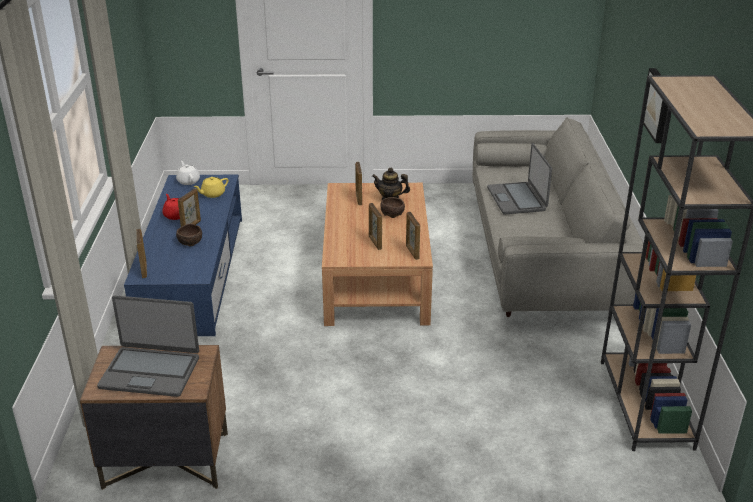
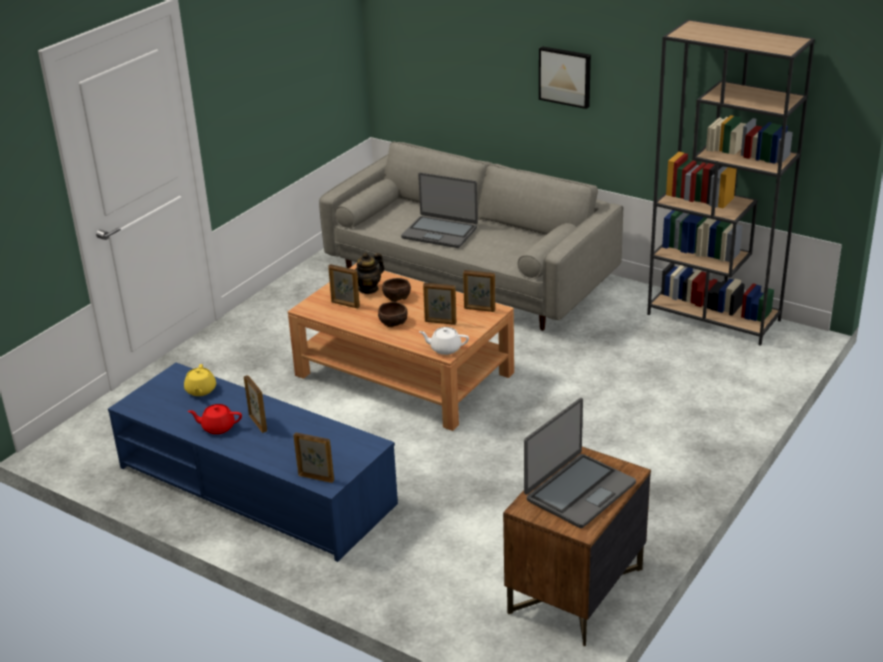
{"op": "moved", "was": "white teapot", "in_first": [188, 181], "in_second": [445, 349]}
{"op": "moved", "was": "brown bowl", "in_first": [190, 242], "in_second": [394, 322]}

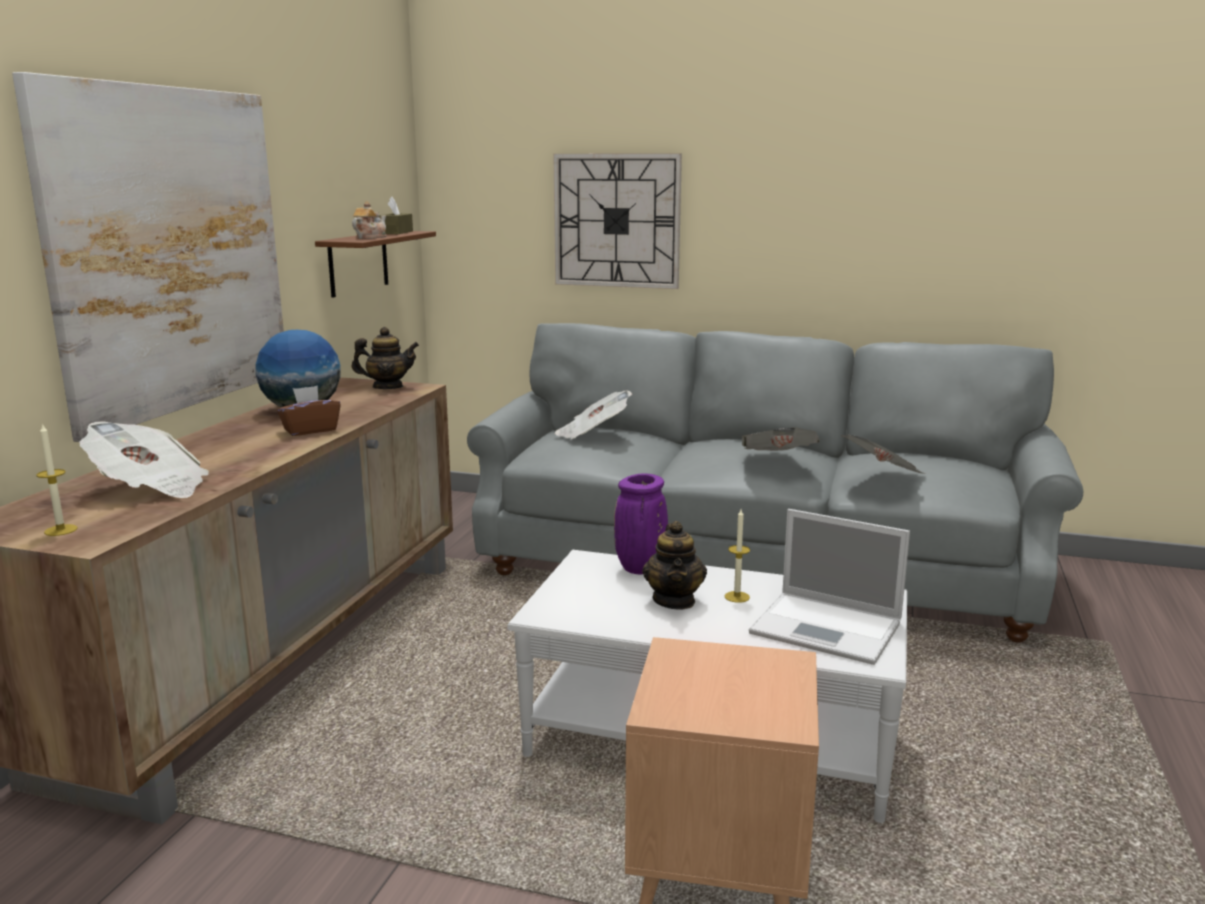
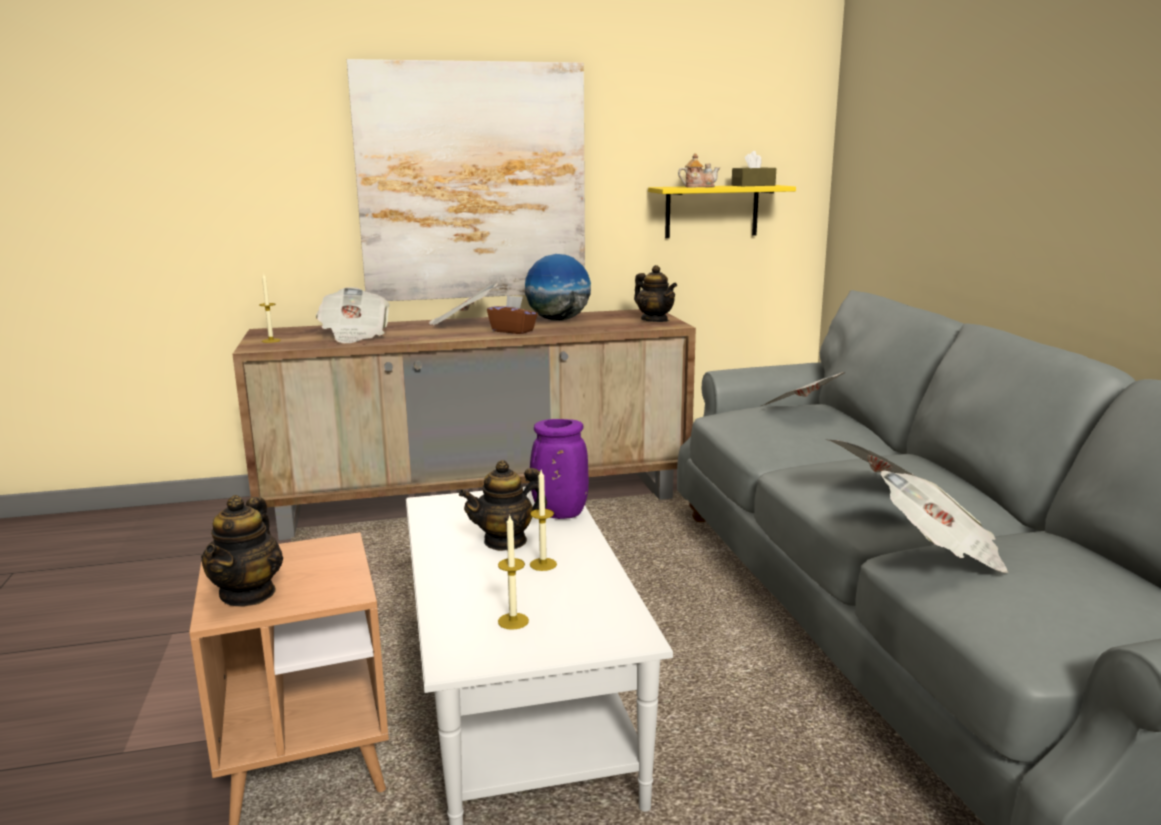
{"op": "removed", "was": "wall clock", "in_first": [617, 221]}
{"op": "recoloured", "was": "brown shelf", "now": "yellow shelf", "in_first": [358, 263], "in_second": [711, 211]}
{"op": "replaced", "was": "laptop", "now": "candle", "in_first": [829, 628], "in_second": [513, 621]}
{"op": "added", "now": "newspaper", "in_second": [462, 324]}
{"op": "added", "now": "teapot", "in_second": [248, 593]}

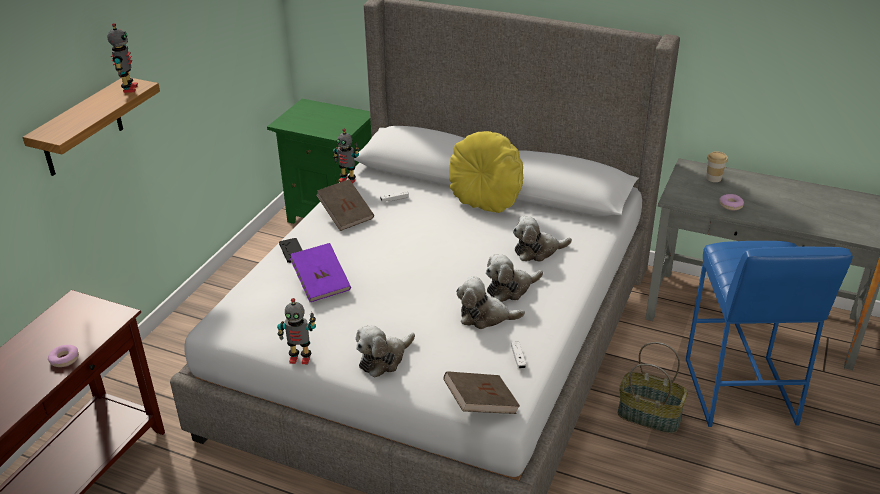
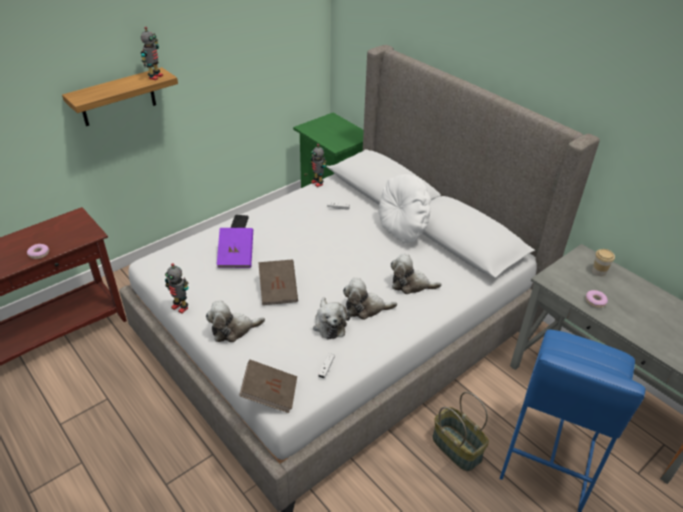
{"op": "recoloured", "was": "yellow pillow", "now": "white pillow", "in_first": [485, 203], "in_second": [402, 232]}
{"op": "moved", "was": "brown book", "in_first": [346, 215], "in_second": [278, 291]}
{"op": "turned", "was": "plush toy", "in_first": [485, 317], "in_second": [329, 324], "clockwise": -135}

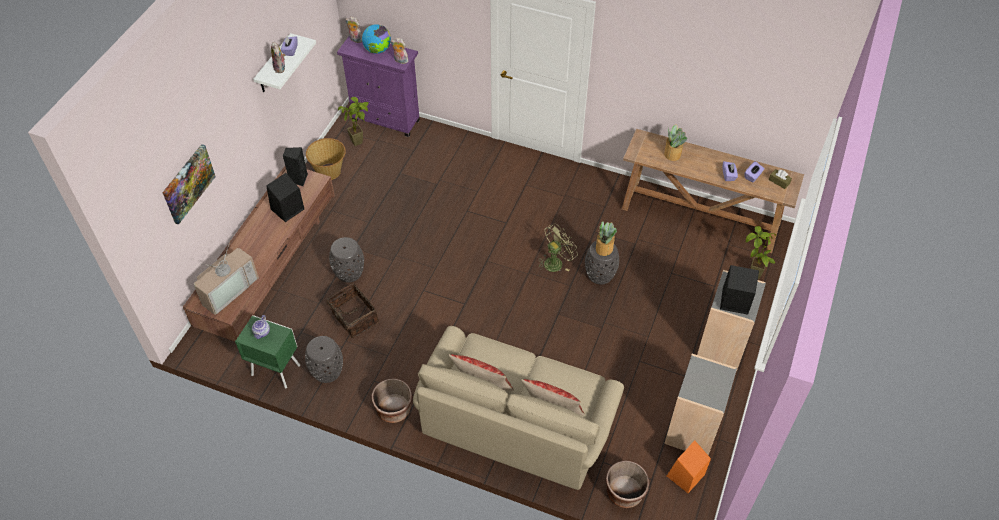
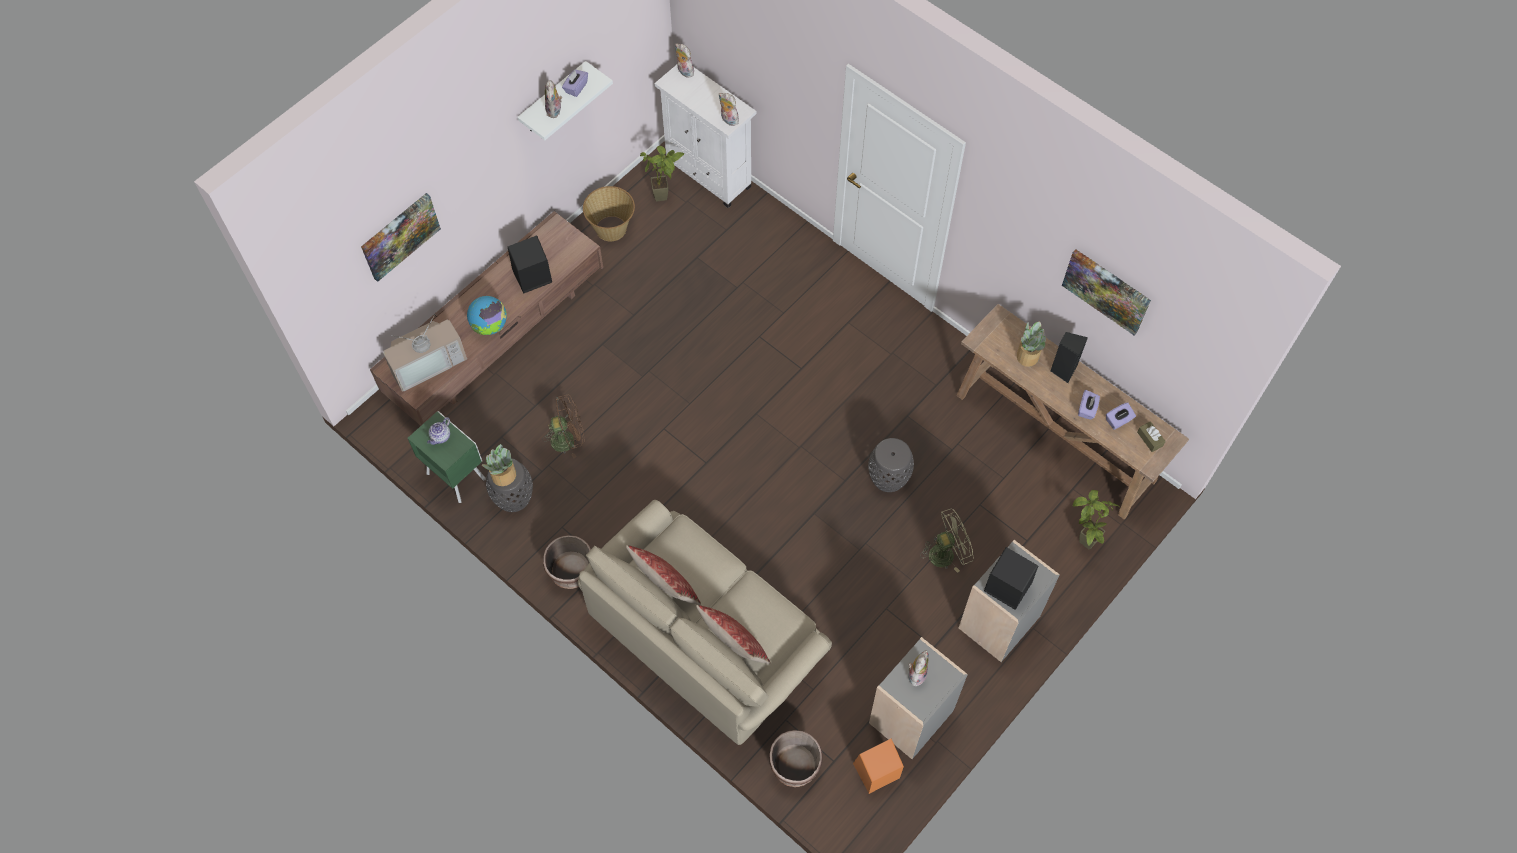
{"op": "moved", "was": "globe", "in_first": [377, 50], "in_second": [490, 326]}
{"op": "recoloured", "was": "purple cabinet", "now": "white cabinet", "in_first": [387, 120], "in_second": [710, 175]}
{"op": "moved", "was": "black speaker", "in_first": [298, 179], "in_second": [1063, 370]}
{"op": "moved", "was": "potted plant", "in_first": [604, 249], "in_second": [503, 475]}
{"op": "moved", "was": "green fan", "in_first": [556, 262], "in_second": [946, 553]}
{"op": "removed", "was": "grey stool", "in_first": [349, 272]}
{"op": "replaced", "was": "basket", "now": "brown fan", "in_first": [354, 318], "in_second": [568, 439]}
{"op": "added", "now": "picture", "in_second": [1106, 291]}
{"op": "added", "now": "plush toy", "in_second": [916, 674]}

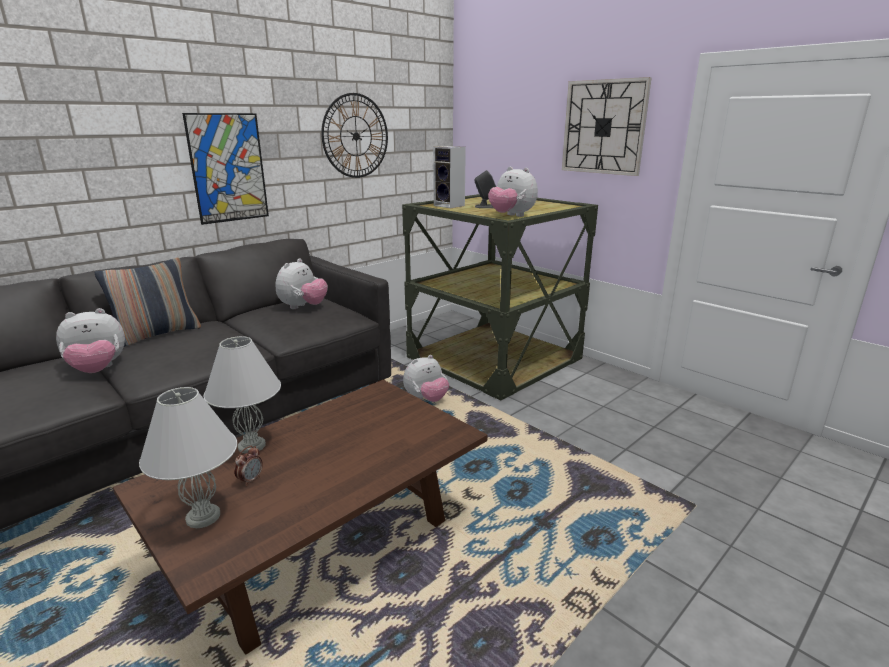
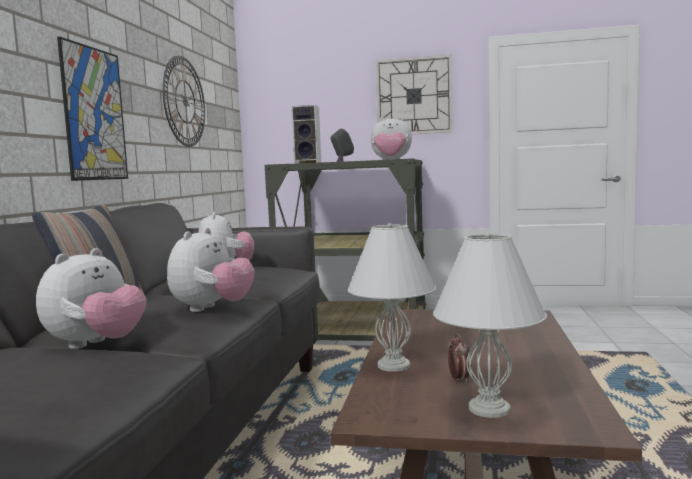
{"op": "moved", "was": "plush toy", "in_first": [426, 399], "in_second": [212, 309]}

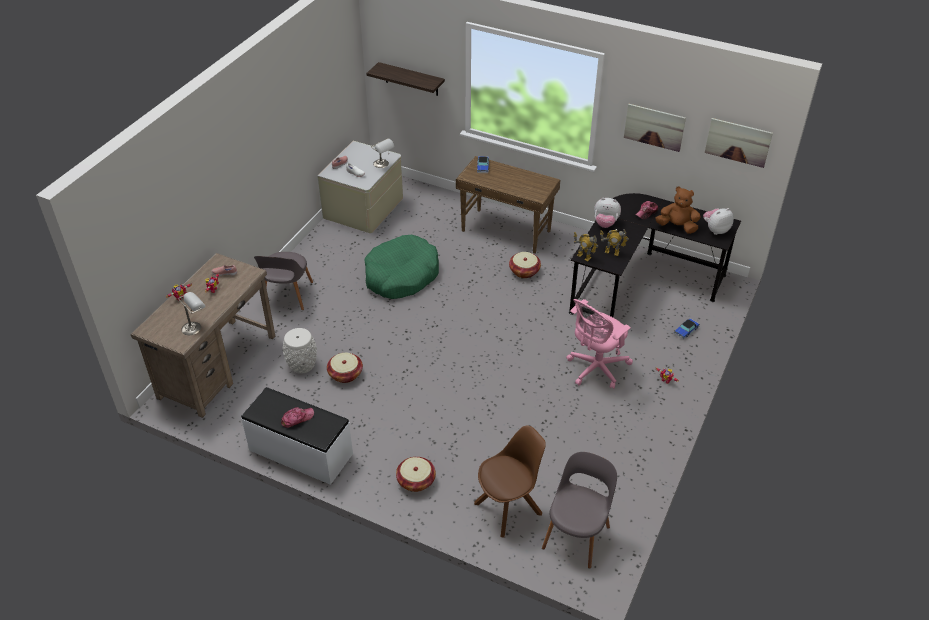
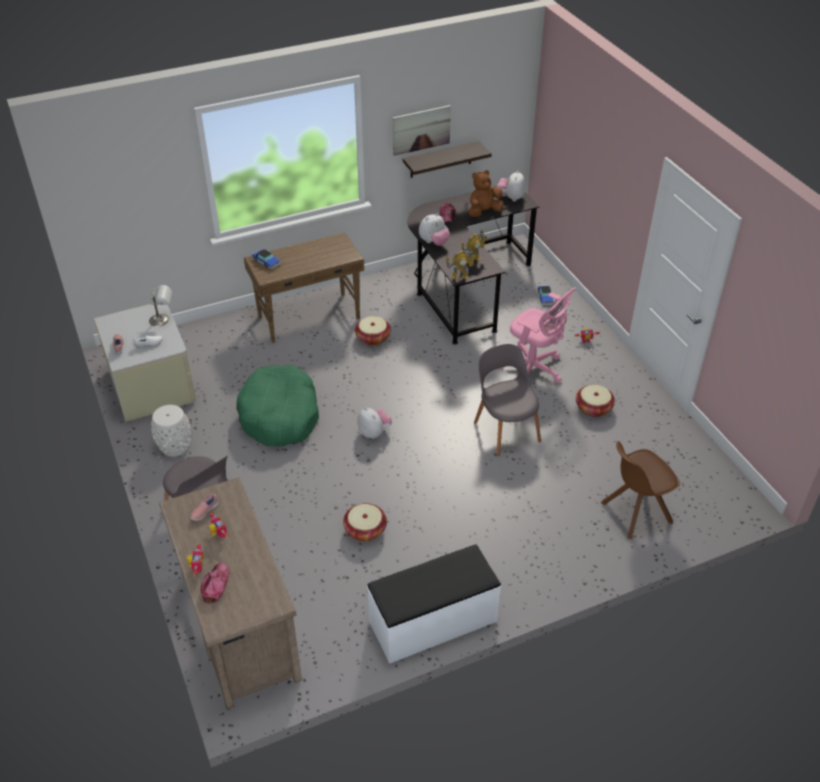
{"op": "moved", "was": "shelf", "in_first": [411, 79], "in_second": [441, 160]}
{"op": "removed", "was": "picture", "in_first": [738, 142]}
{"op": "removed", "was": "white table lamp", "in_first": [194, 326]}
{"op": "turned", "was": "pink office chair", "in_first": [595, 369], "in_second": [533, 369], "clockwise": -45}
{"op": "moved", "was": "white stool", "in_first": [302, 364], "in_second": [175, 446]}
{"op": "moved", "was": "cap", "in_first": [297, 418], "in_second": [215, 585]}
{"op": "turned", "was": "brown chair", "in_first": [509, 508], "in_second": [635, 512], "clockwise": -120}
{"op": "moved", "was": "grey chair", "in_first": [577, 534], "in_second": [506, 429]}
{"op": "moved", "was": "basket", "in_first": [416, 481], "in_second": [593, 408]}
{"op": "added", "now": "plush toy", "in_second": [374, 432]}

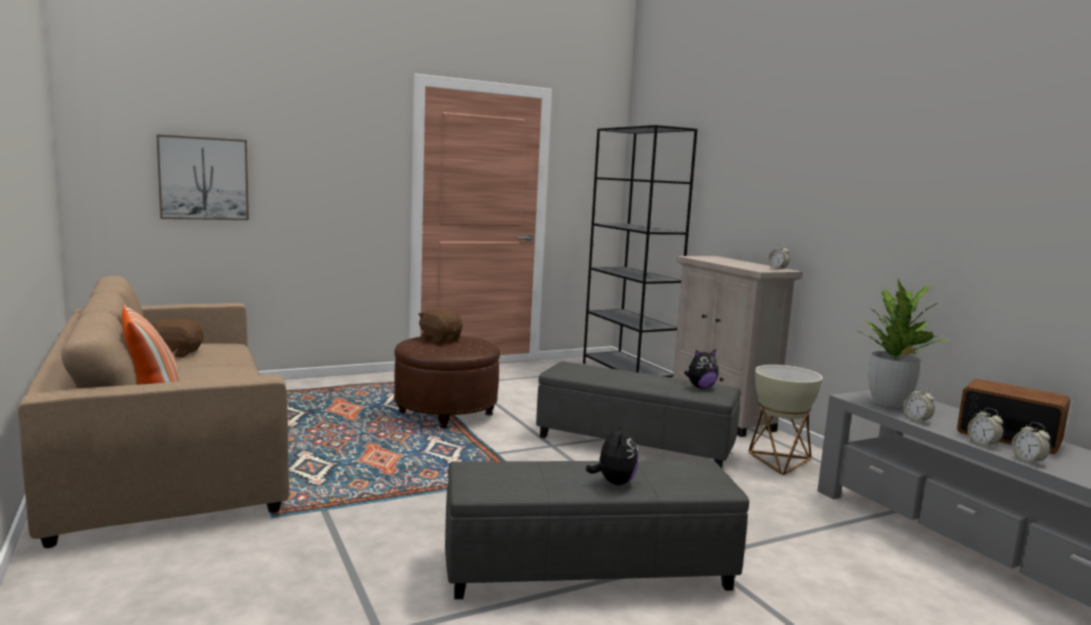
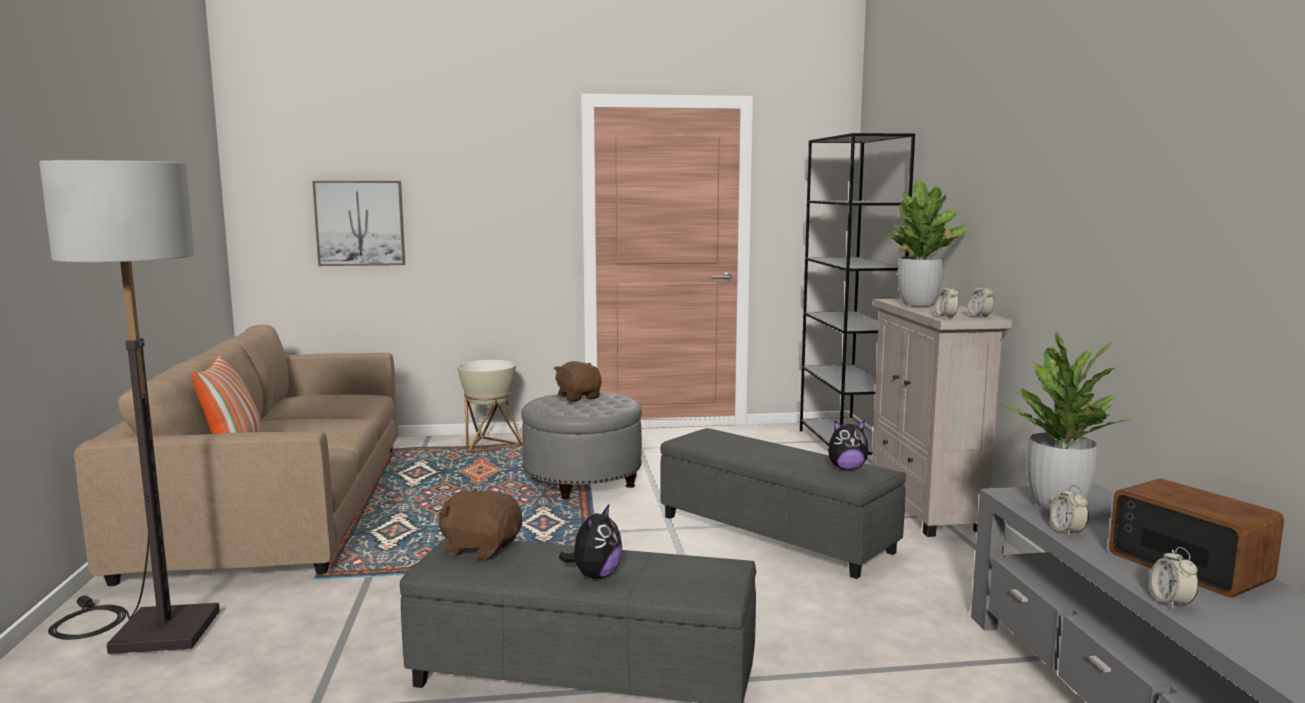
{"op": "moved", "was": "brown plush toy", "in_first": [176, 353], "in_second": [481, 548]}
{"op": "recoloured", "was": "brown ottoman", "now": "grey ottoman", "in_first": [446, 413], "in_second": [583, 482]}
{"op": "moved", "was": "planter", "in_first": [778, 461], "in_second": [490, 445]}
{"op": "moved", "was": "alarm clock", "in_first": [982, 444], "in_second": [946, 317]}
{"op": "added", "now": "floor lamp", "in_second": [143, 630]}
{"op": "added", "now": "potted plant", "in_second": [919, 304]}

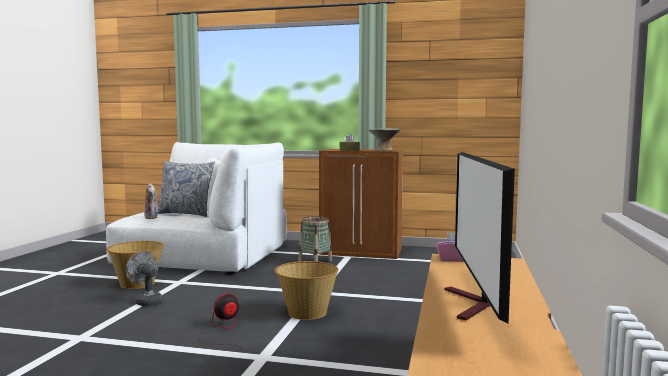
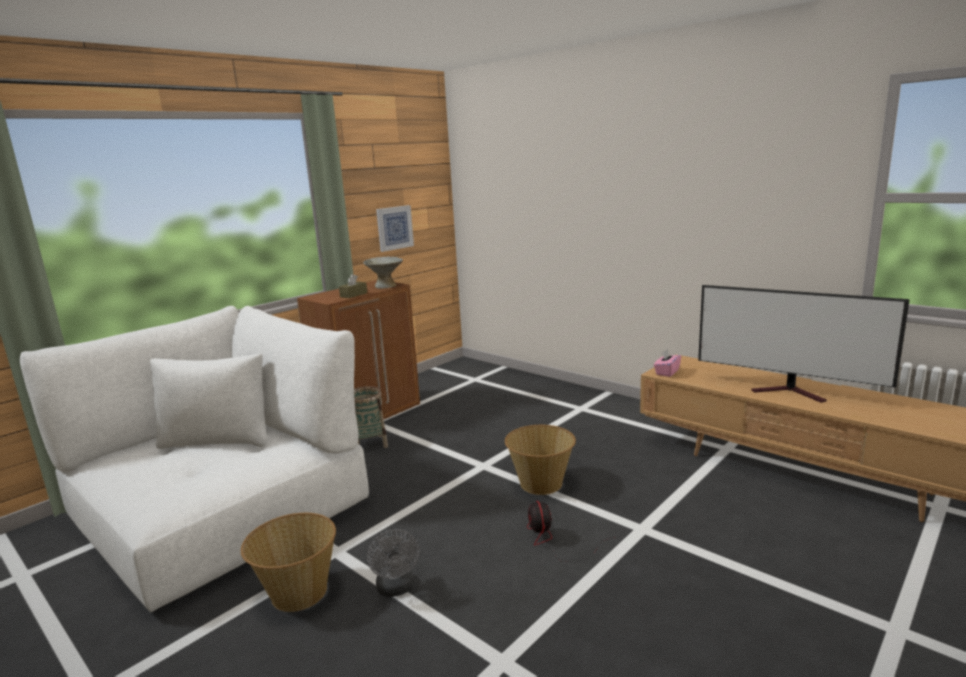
{"op": "removed", "was": "pillow", "in_first": [185, 214]}
{"op": "removed", "was": "plush toy", "in_first": [152, 217]}
{"op": "turned", "was": "grey fan", "in_first": [147, 301], "in_second": [396, 589], "clockwise": -90}
{"op": "added", "now": "picture", "in_second": [394, 228]}

